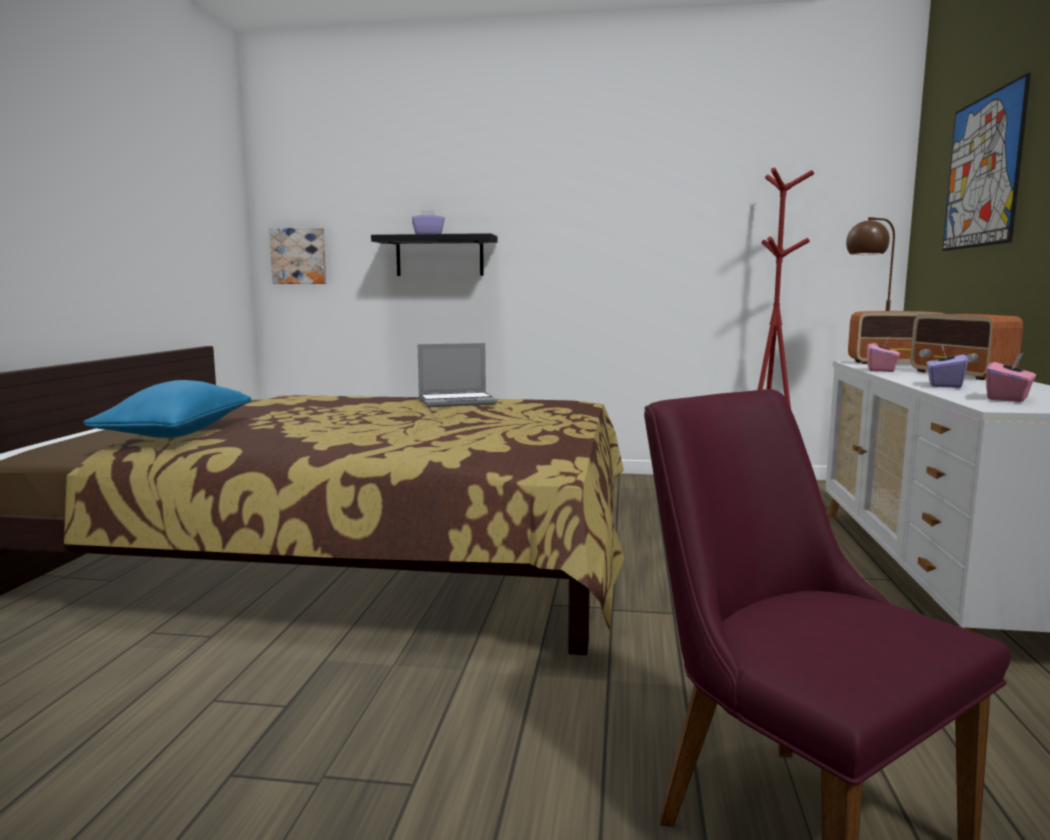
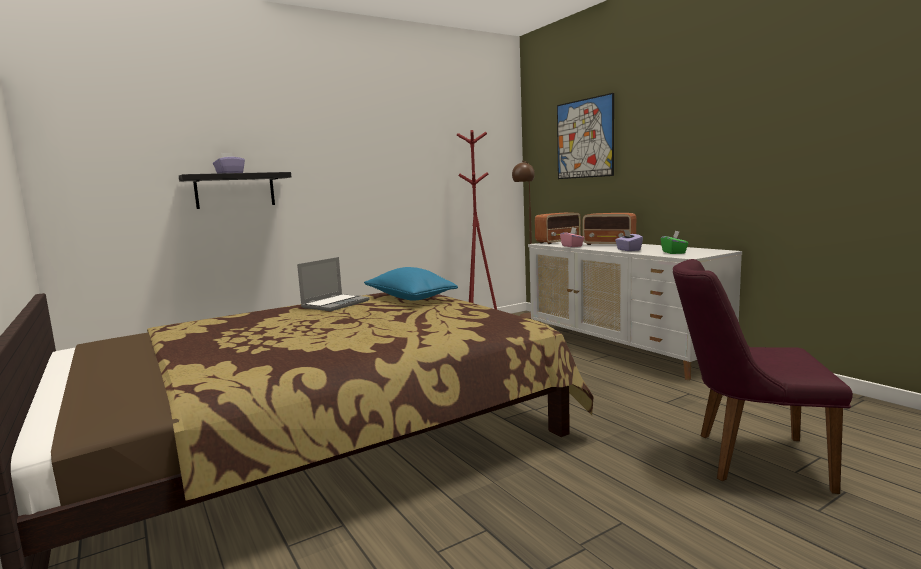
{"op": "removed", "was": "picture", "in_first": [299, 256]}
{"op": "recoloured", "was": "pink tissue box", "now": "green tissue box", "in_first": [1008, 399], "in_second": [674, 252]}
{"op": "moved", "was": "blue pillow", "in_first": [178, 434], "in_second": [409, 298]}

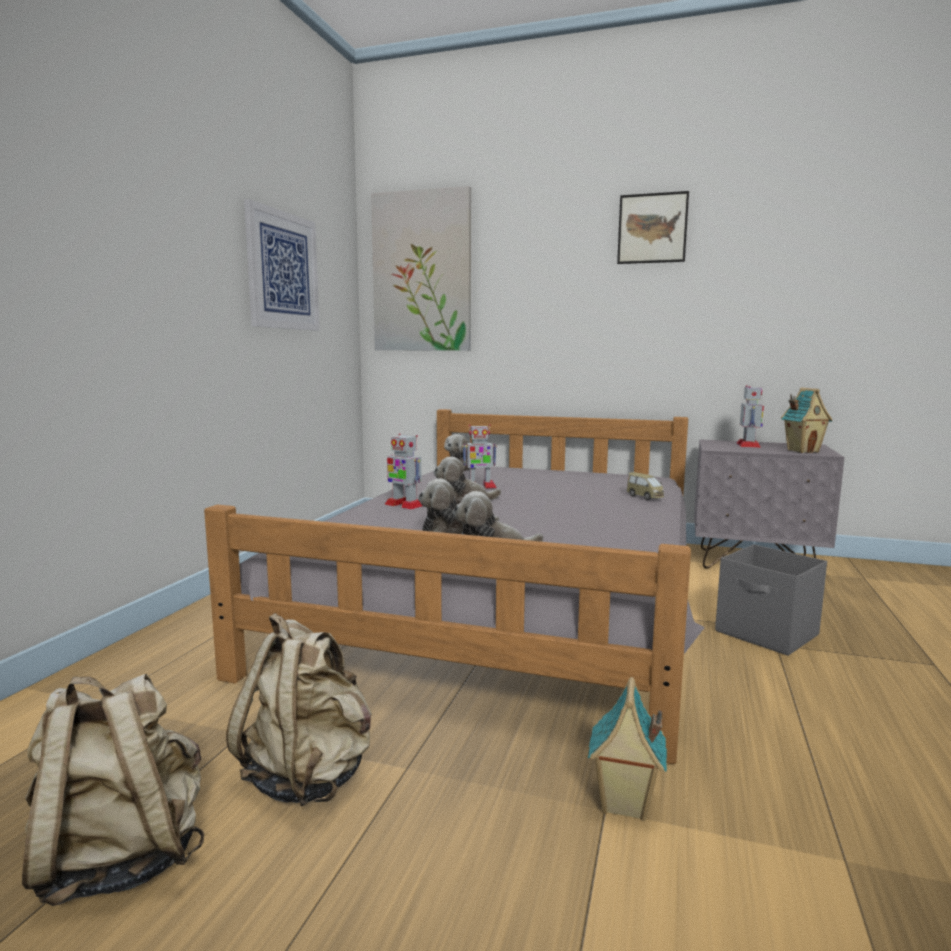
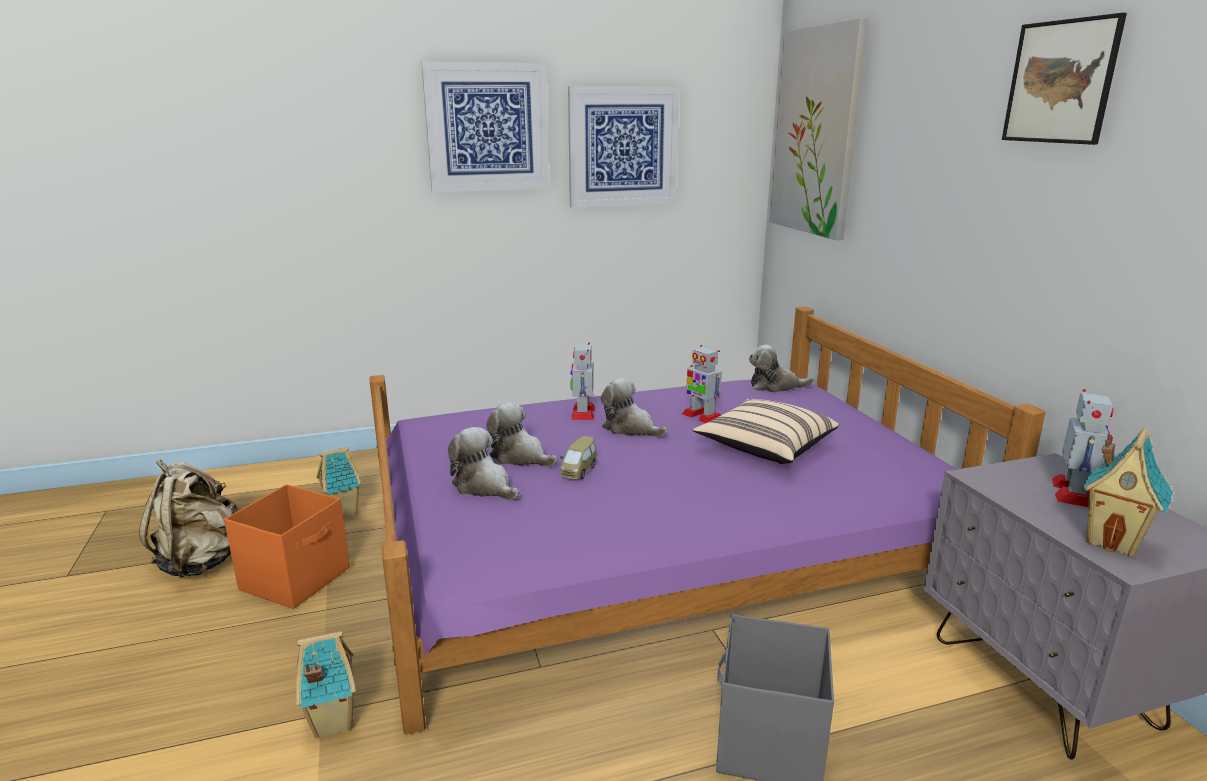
{"op": "turned", "was": "toy robot", "in_first": [748, 445], "in_second": [1073, 493], "clockwise": -45}
{"op": "recoloured", "was": "grey bed", "now": "purple bed", "in_first": [510, 595], "in_second": [657, 543]}
{"op": "moved", "was": "toy car", "in_first": [645, 497], "in_second": [578, 471]}
{"op": "replaced", "was": "beige backpack", "now": "orange storage box", "in_first": [308, 775], "in_second": [297, 578]}
{"op": "added", "now": "picture", "in_second": [487, 128]}
{"op": "added", "now": "beige pillow", "in_second": [765, 448]}
{"op": "added", "now": "toy house", "in_second": [344, 512]}

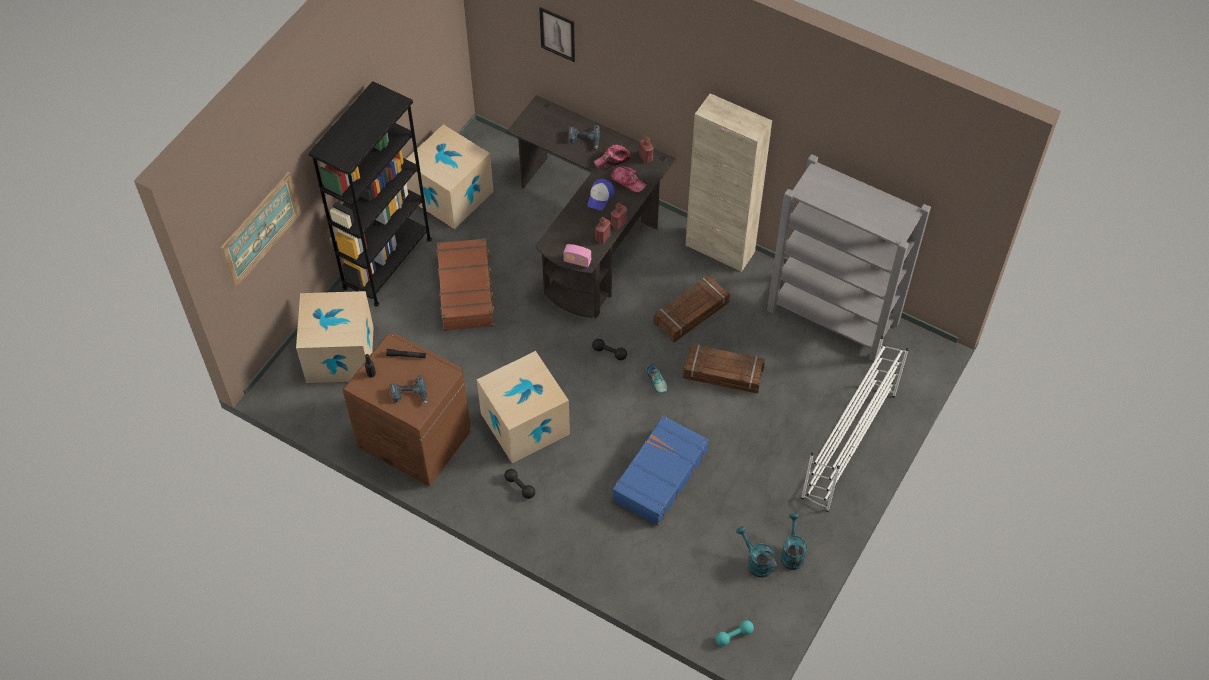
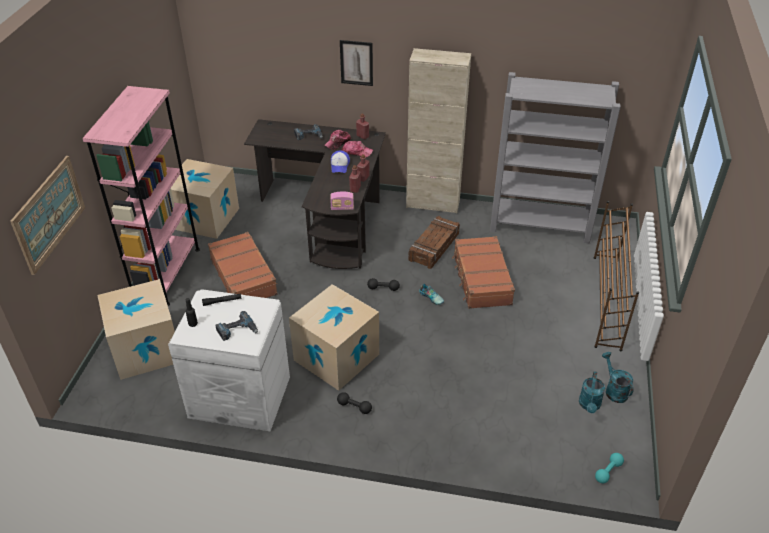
{"op": "moved", "was": "picture", "in_first": [557, 34], "in_second": [356, 63]}
{"op": "recoloured", "was": "black bookcase", "now": "pink bookcase", "in_first": [387, 263], "in_second": [167, 274]}
{"op": "recoloured", "was": "brown washing machine", "now": "white washing machine", "in_first": [415, 435], "in_second": [240, 393]}
{"op": "recoloured", "was": "white shoe rack", "now": "brown shoe rack", "in_first": [848, 446], "in_second": [606, 301]}
{"op": "replaced", "was": "crate", "now": "brown suitcase", "in_first": [723, 374], "in_second": [481, 279]}
{"op": "removed", "was": "blue suitcase", "in_first": [659, 476]}
{"op": "turned", "was": "turquoise watering can", "in_first": [756, 562], "in_second": [589, 405], "clockwise": -105}

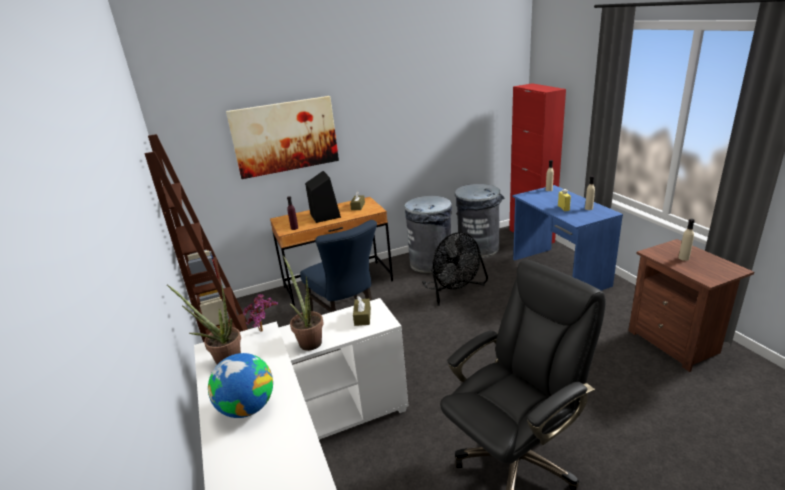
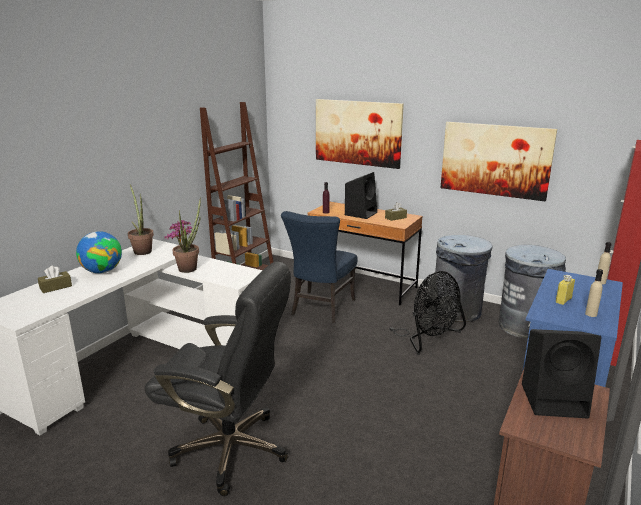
{"op": "replaced", "was": "beige bottle", "now": "black speaker", "in_first": [683, 258], "in_second": [555, 400]}
{"op": "turned", "was": "black fan", "in_first": [452, 291], "in_second": [427, 338], "clockwise": -60}
{"op": "moved", "was": "brown tissue box", "in_first": [362, 317], "in_second": [56, 287]}
{"op": "added", "now": "picture", "in_second": [495, 160]}

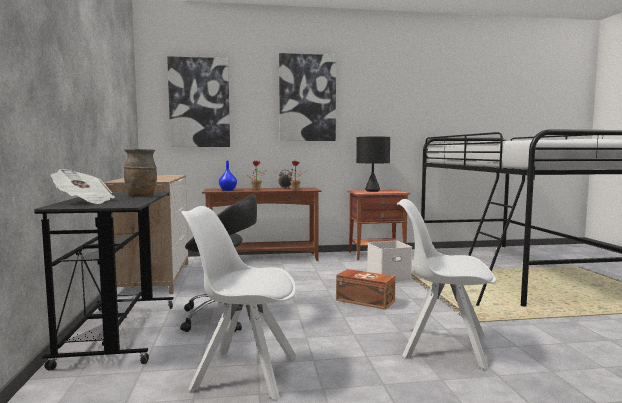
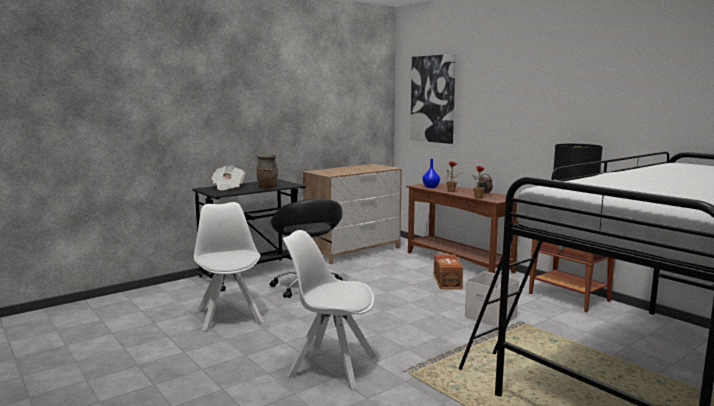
{"op": "removed", "was": "picture", "in_first": [307, 98]}
{"op": "turned", "was": "white chair", "in_first": [443, 346], "in_second": [331, 366], "clockwise": -60}
{"op": "moved", "was": "brown storage box", "in_first": [364, 300], "in_second": [447, 281]}

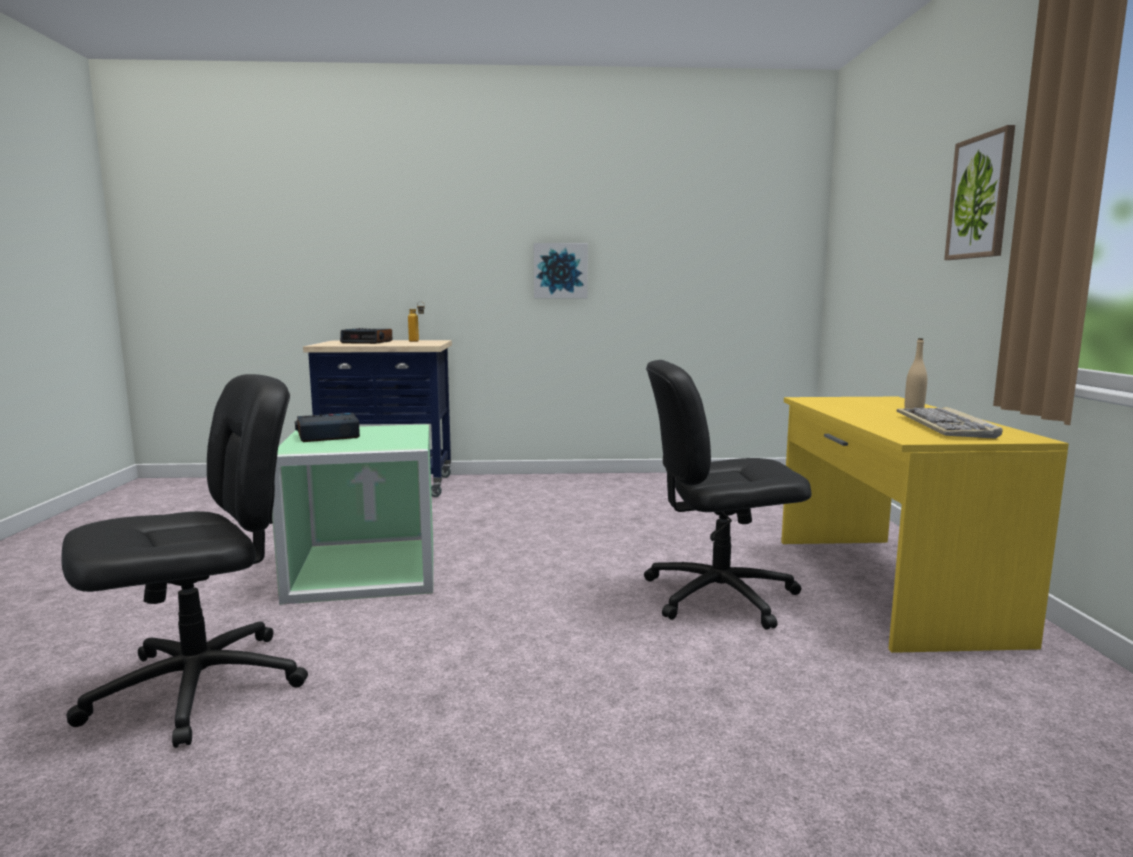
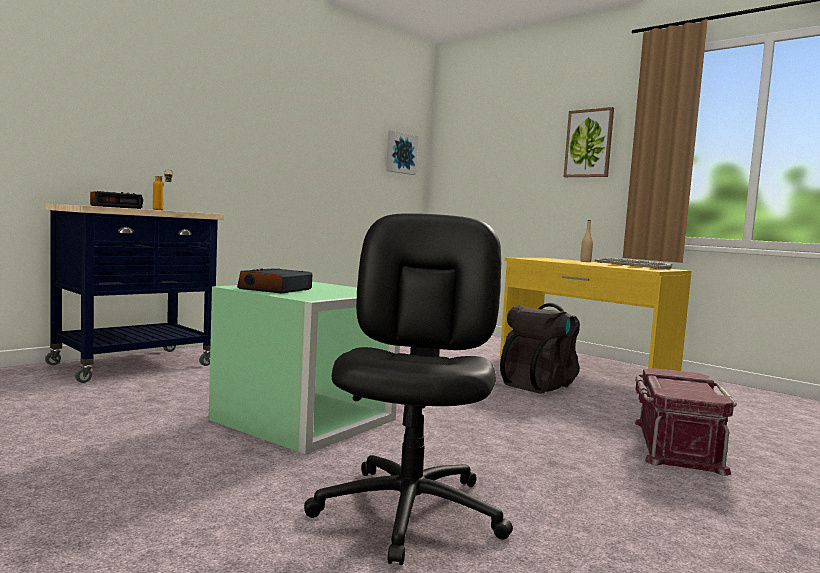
{"op": "moved", "was": "picture", "in_first": [560, 271], "in_second": [400, 153]}
{"op": "replaced", "was": "black office chair", "now": "black backpack", "in_first": [719, 595], "in_second": [538, 385]}
{"op": "added", "now": "red storage box", "in_second": [675, 445]}

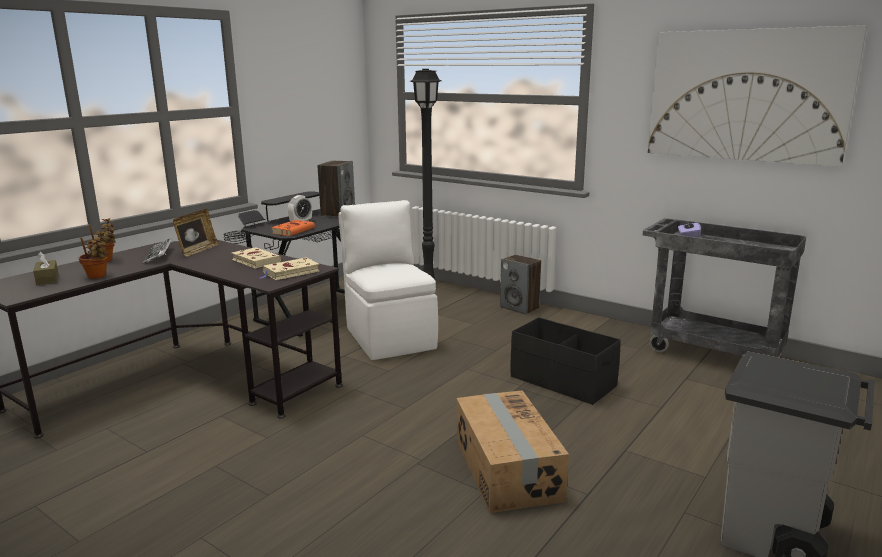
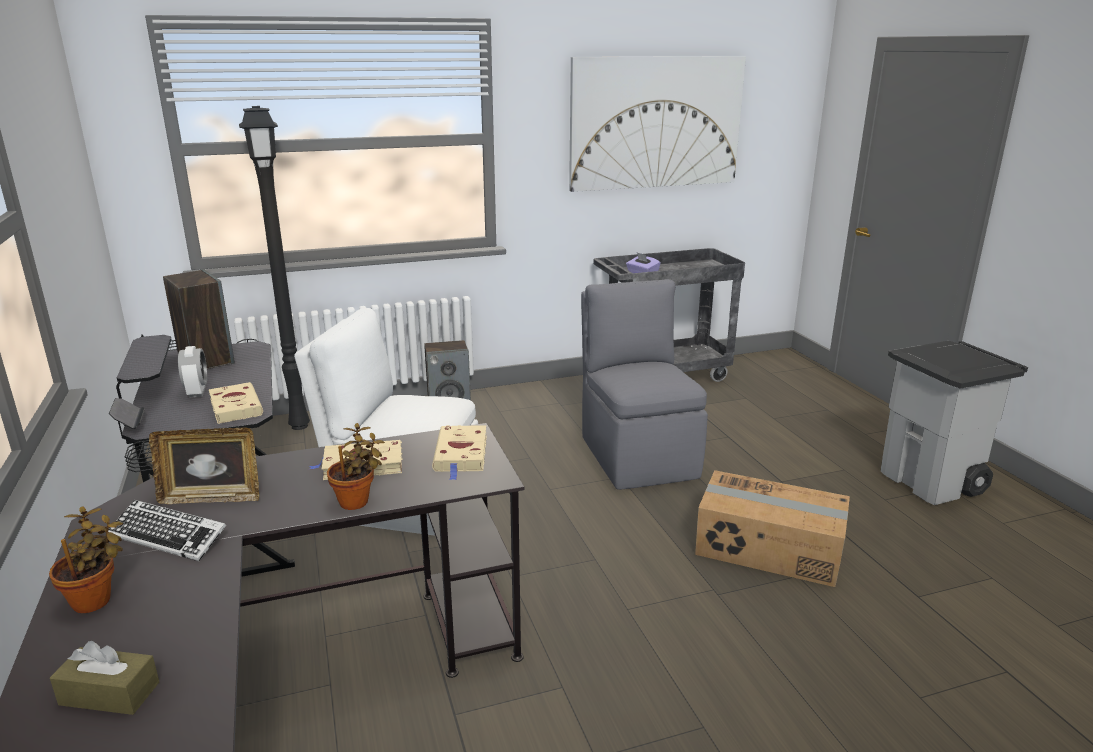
{"op": "turned", "was": "picture frame", "in_first": [197, 251], "in_second": [212, 497], "clockwise": 120}
{"op": "recoloured", "was": "orange book", "now": "beige book", "in_first": [294, 230], "in_second": [235, 406]}
{"op": "moved", "was": "potted plant", "in_first": [98, 276], "in_second": [357, 501]}
{"op": "replaced", "was": "black storage box", "now": "grey chair", "in_first": [562, 382], "in_second": [637, 455]}

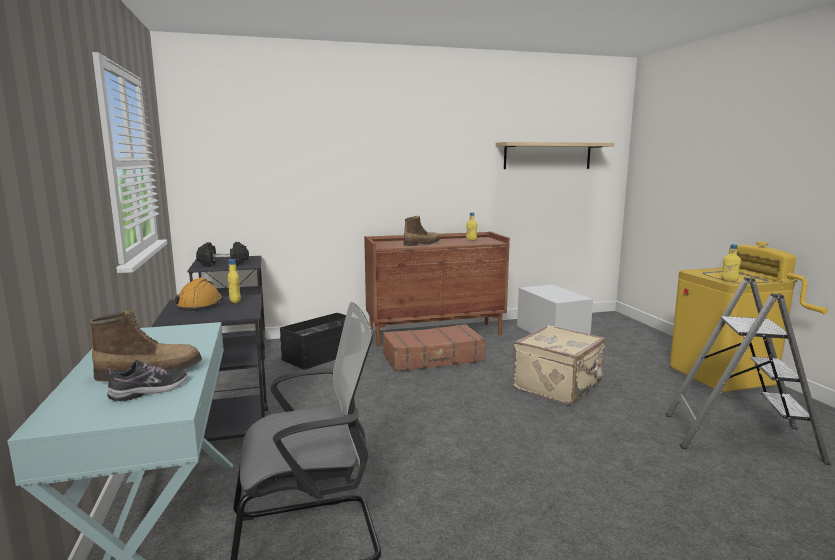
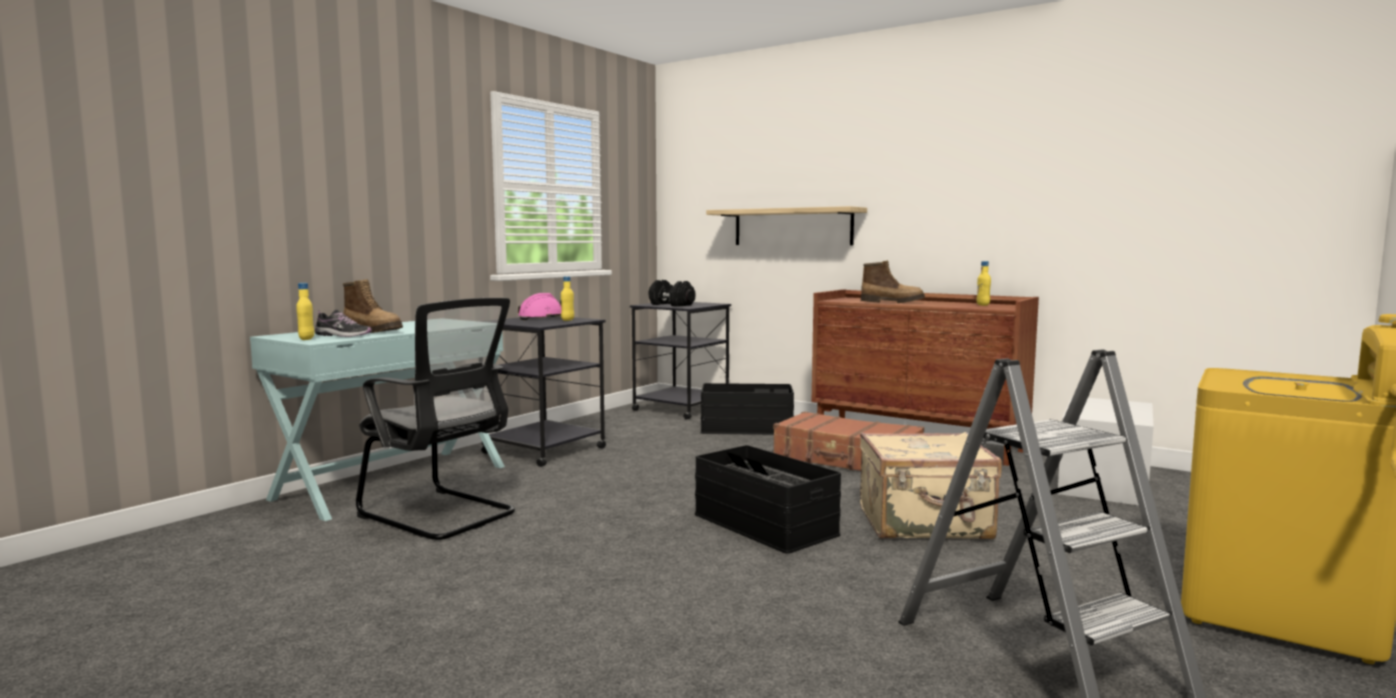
{"op": "moved", "was": "shelf", "in_first": [547, 156], "in_second": [792, 227]}
{"op": "moved", "was": "yellow bottle", "in_first": [729, 281], "in_second": [306, 339]}
{"op": "recoloured", "was": "orange hard hat", "now": "pink hard hat", "in_first": [200, 304], "in_second": [543, 318]}
{"op": "added", "now": "black storage box", "in_second": [763, 524]}

